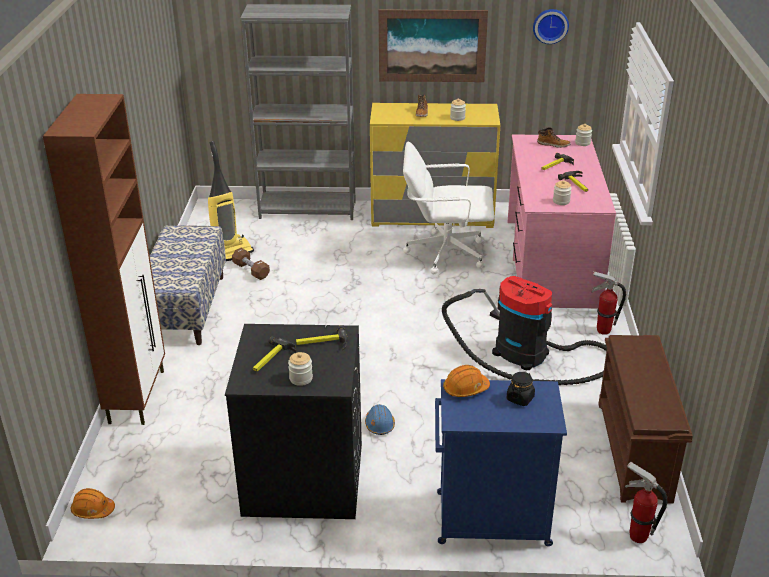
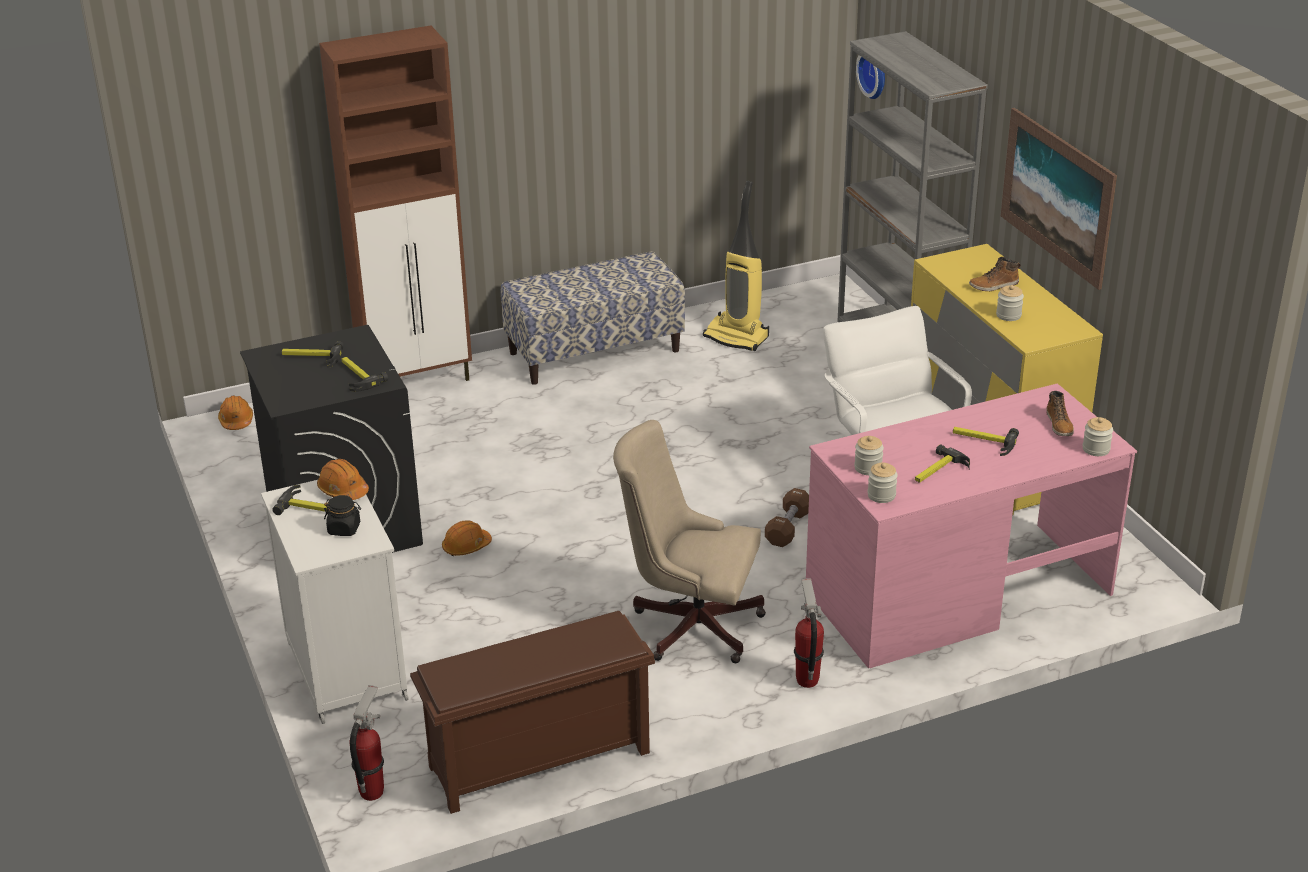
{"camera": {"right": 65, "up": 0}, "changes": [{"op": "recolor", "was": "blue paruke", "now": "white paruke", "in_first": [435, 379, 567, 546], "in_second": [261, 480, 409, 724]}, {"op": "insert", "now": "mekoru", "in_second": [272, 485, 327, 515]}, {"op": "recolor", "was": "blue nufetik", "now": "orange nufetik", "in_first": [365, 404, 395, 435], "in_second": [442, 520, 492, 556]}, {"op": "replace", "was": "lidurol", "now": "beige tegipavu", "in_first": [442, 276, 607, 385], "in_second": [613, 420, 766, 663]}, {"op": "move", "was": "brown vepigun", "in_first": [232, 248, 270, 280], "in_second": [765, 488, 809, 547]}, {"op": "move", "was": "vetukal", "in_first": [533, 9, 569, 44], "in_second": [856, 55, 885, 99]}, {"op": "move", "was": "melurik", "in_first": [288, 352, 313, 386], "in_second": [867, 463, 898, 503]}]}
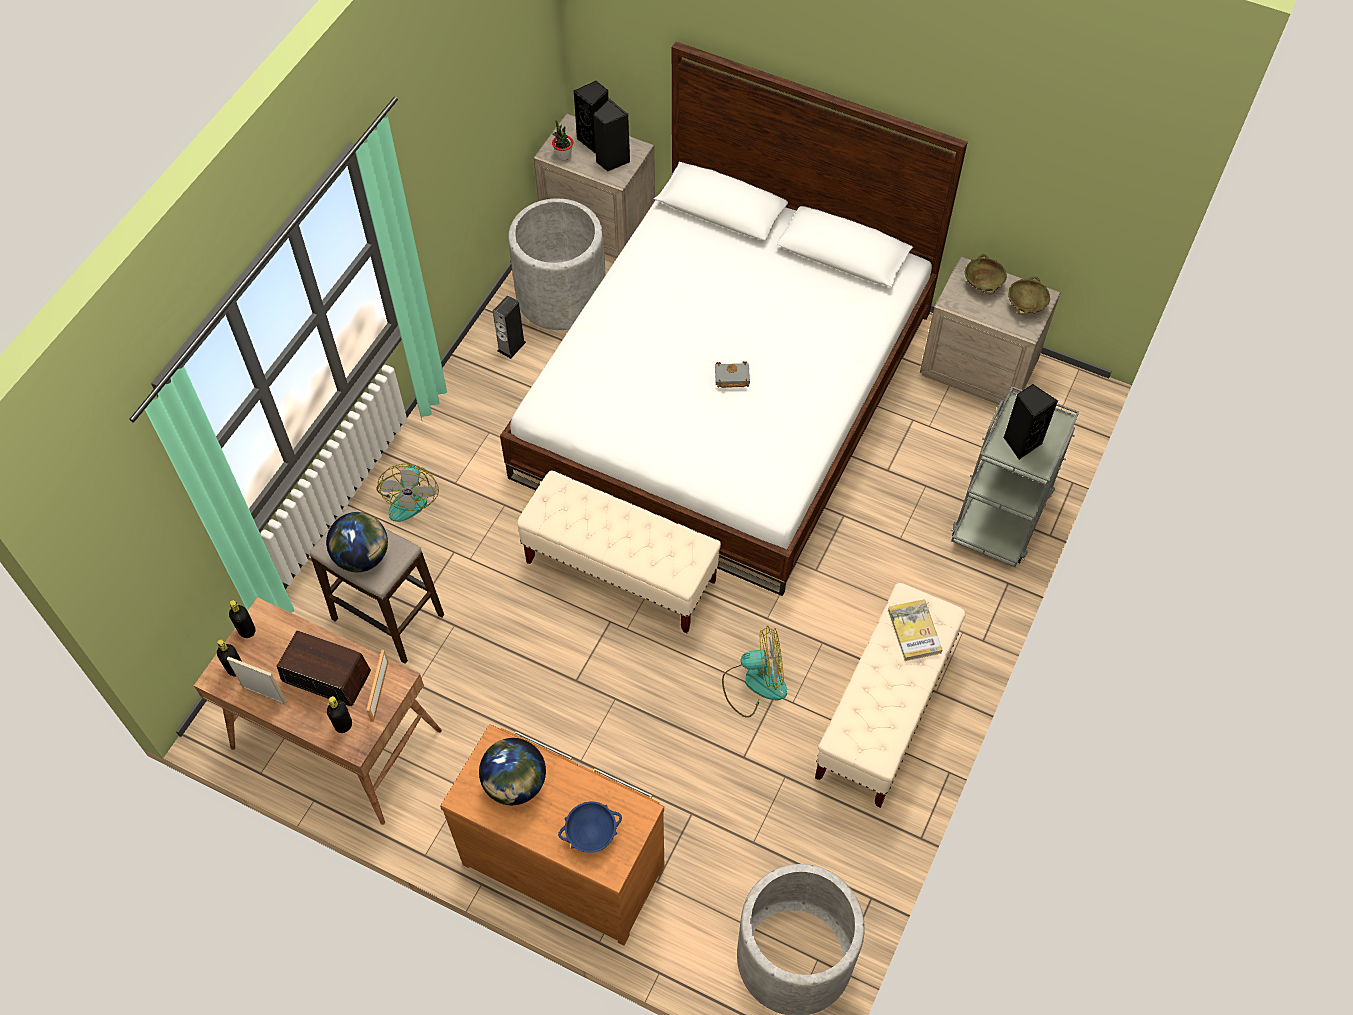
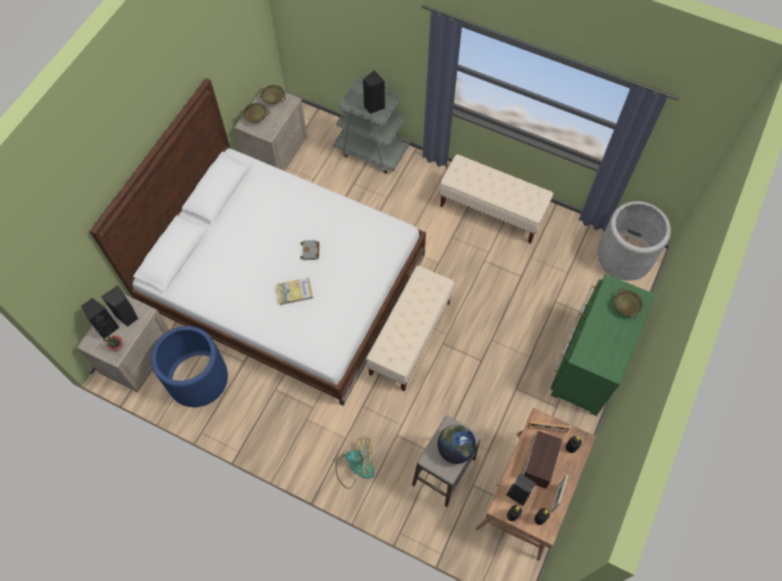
{"camera": {"right": -90, "up": 5}, "changes": [{"op": "recolor", "was": "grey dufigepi", "now": "blue dufigepi", "in_first": [508, 198, 606, 330], "in_second": [151, 326, 228, 407]}, {"op": "move", "was": "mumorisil", "in_first": [888, 599, 942, 661], "in_second": [276, 278, 313, 305]}, {"op": "move", "was": "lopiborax", "in_first": [493, 295, 526, 359], "in_second": [506, 473, 536, 506]}, {"op": "recolor", "was": "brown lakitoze", "now": "green lakitoze", "in_first": [440, 724, 664, 945], "in_second": [550, 274, 655, 416]}, {"op": "recolor", "was": "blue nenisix", "now": "beige nenisix", "in_first": [558, 801, 622, 853], "in_second": [614, 288, 643, 318]}, {"op": "delete", "was": "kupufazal", "in_first": [479, 738, 546, 805]}, {"op": "delete", "was": "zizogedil", "in_first": [722, 626, 787, 718]}]}
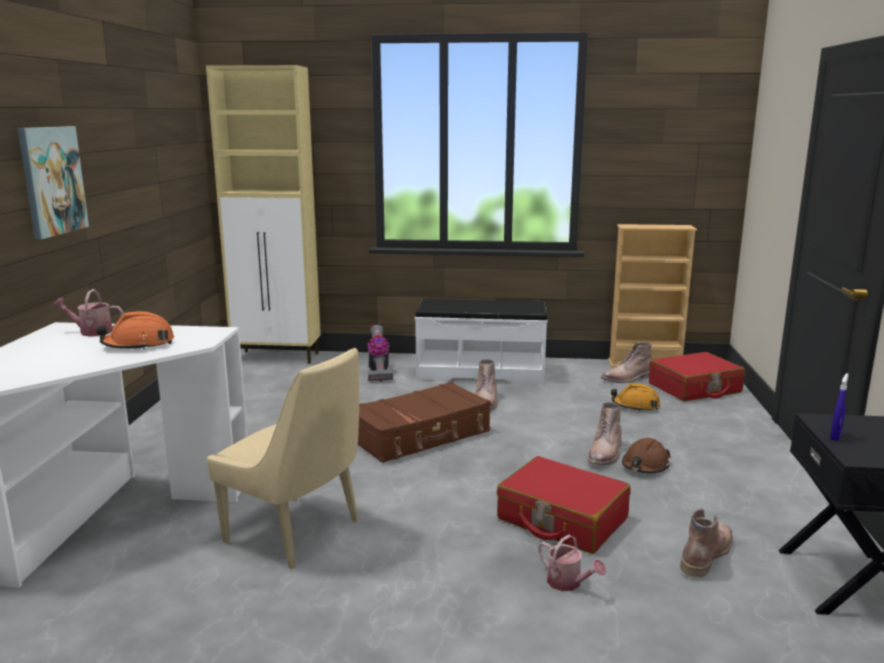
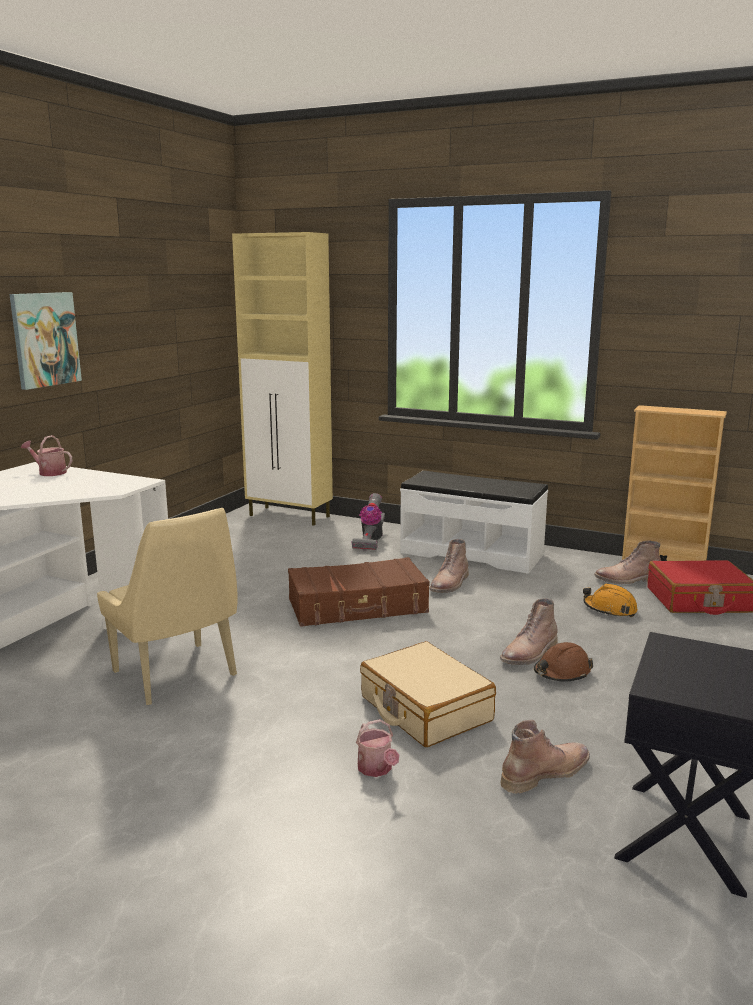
{"camera": {"right": 20, "up": 0}, "changes": [{"op": "recolor", "was": "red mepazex", "now": "beige mepazex", "in_first": [497, 456, 631, 554], "in_second": [360, 641, 496, 747]}, {"op": "delete", "was": "orange nufetik", "in_first": [96, 311, 174, 350]}, {"op": "delete", "was": "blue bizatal", "in_first": [830, 373, 848, 441]}]}
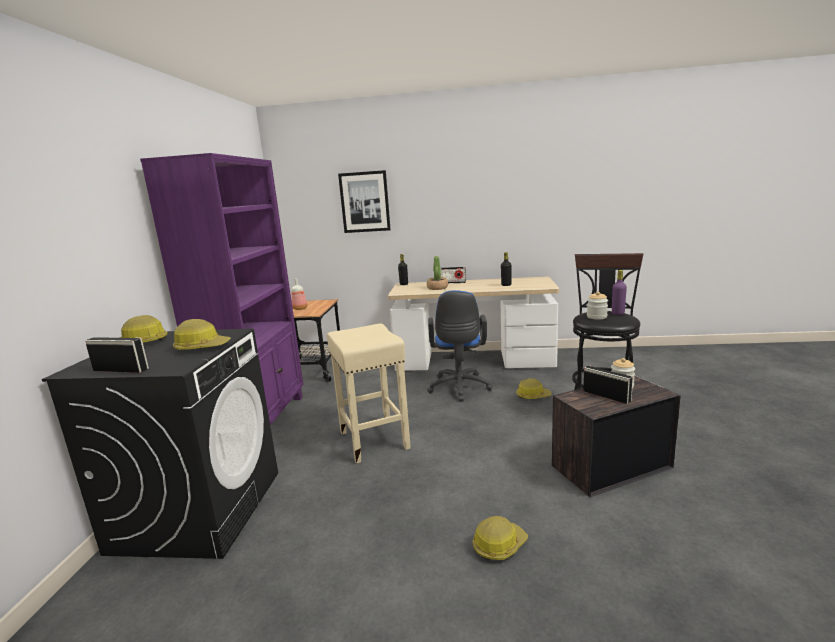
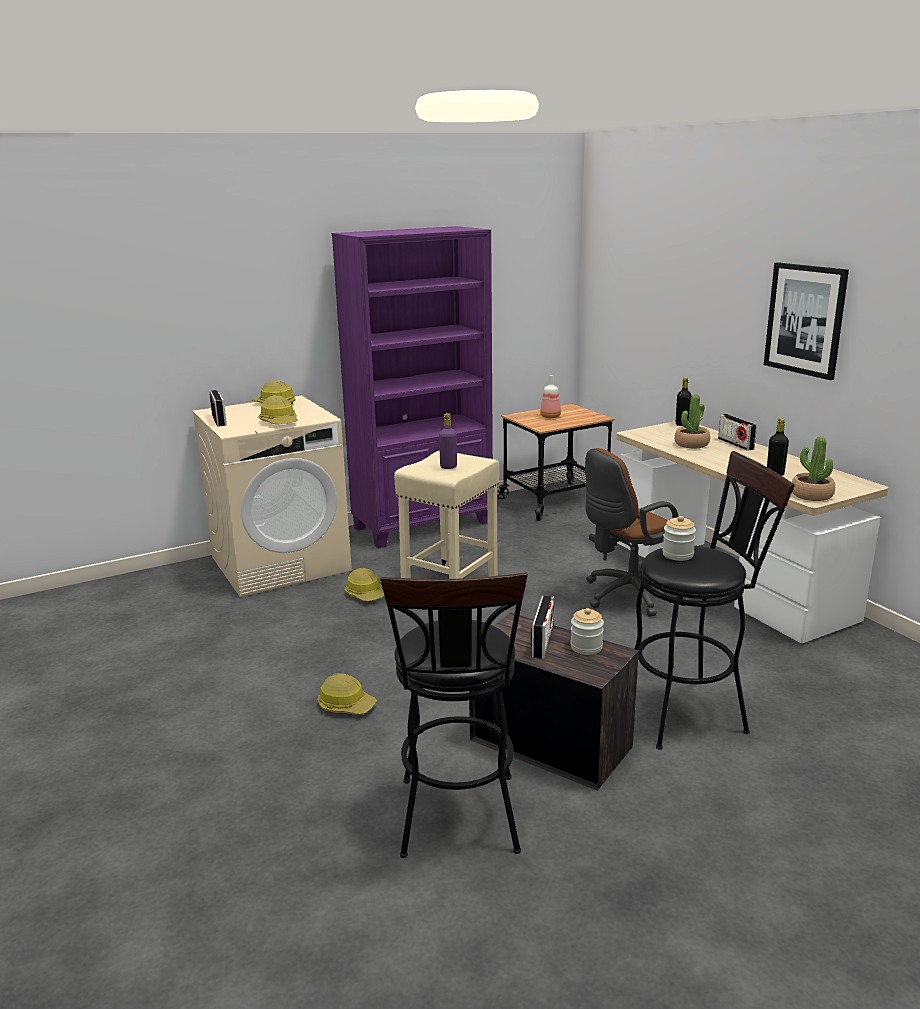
{"camera": {"right": 55, "up": 5}, "changes": [{"op": "recolor", "was": "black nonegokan", "now": "beige nonegokan", "in_first": [42, 328, 278, 559], "in_second": [192, 396, 352, 597]}, {"op": "move", "was": "nufetik", "in_first": [516, 378, 552, 399], "in_second": [345, 568, 384, 601]}, {"op": "insert", "now": "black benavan", "in_second": [380, 573, 528, 858]}, {"op": "move", "was": "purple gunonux", "in_first": [612, 270, 627, 315], "in_second": [439, 413, 457, 469]}, {"op": "recolor", "was": "blue tegipavu", "now": "brown tegipavu", "in_first": [427, 290, 493, 402], "in_second": [585, 448, 678, 617]}, {"op": "move", "was": "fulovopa", "in_first": [338, 170, 391, 233], "in_second": [764, 262, 849, 380]}, {"op": "insert", "now": "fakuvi", "in_second": [792, 436, 835, 501]}]}
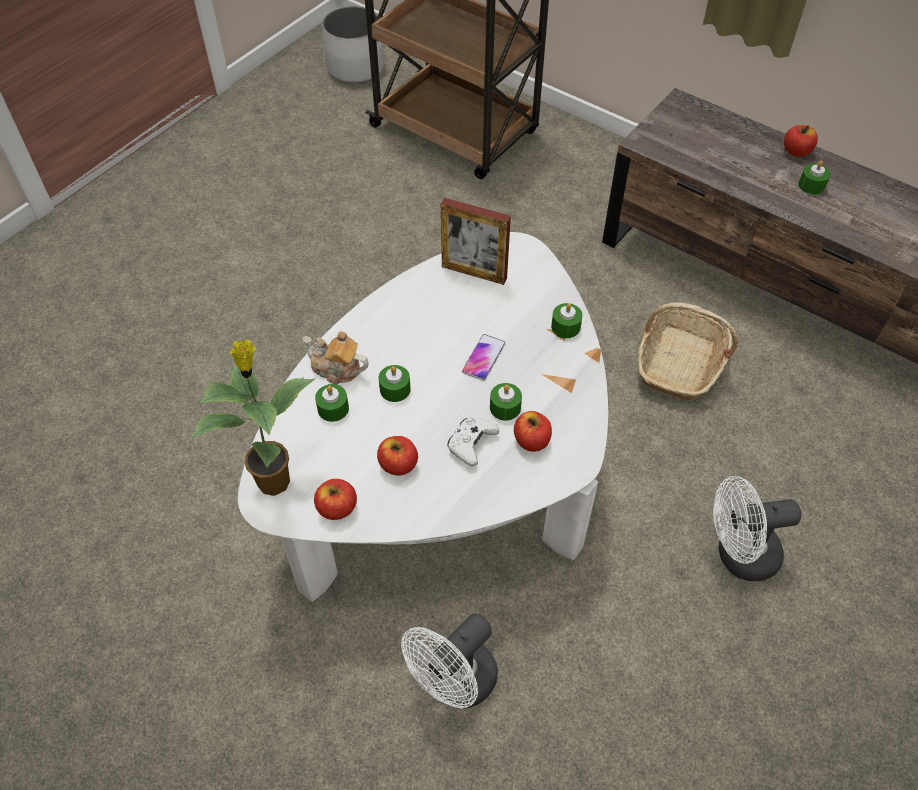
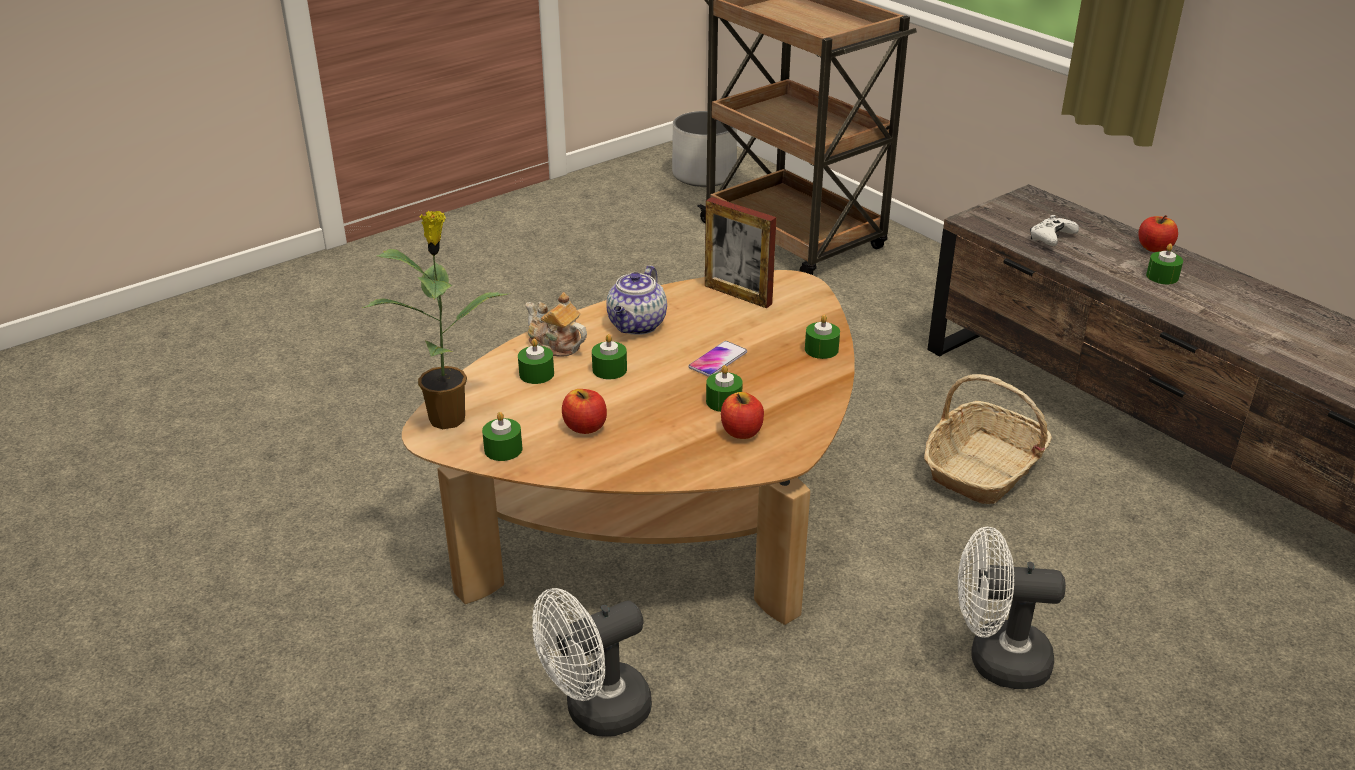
{"camera": {"right": 15, "up": -20}, "changes": [{"op": "recolor", "was": "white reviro", "now": "brown reviro", "in_first": [238, 232, 608, 602], "in_second": [402, 270, 855, 625]}, {"op": "replace", "was": "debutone", "now": "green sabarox", "in_first": [314, 479, 357, 520], "in_second": [482, 412, 522, 461]}, {"op": "insert", "now": "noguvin", "in_second": [606, 266, 667, 335]}, {"op": "move", "was": "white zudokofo", "in_first": [447, 417, 499, 466], "in_second": [1030, 215, 1079, 246]}]}
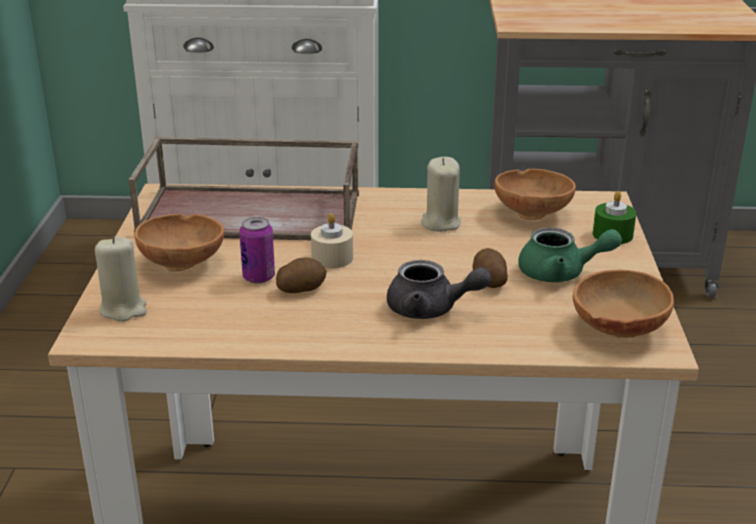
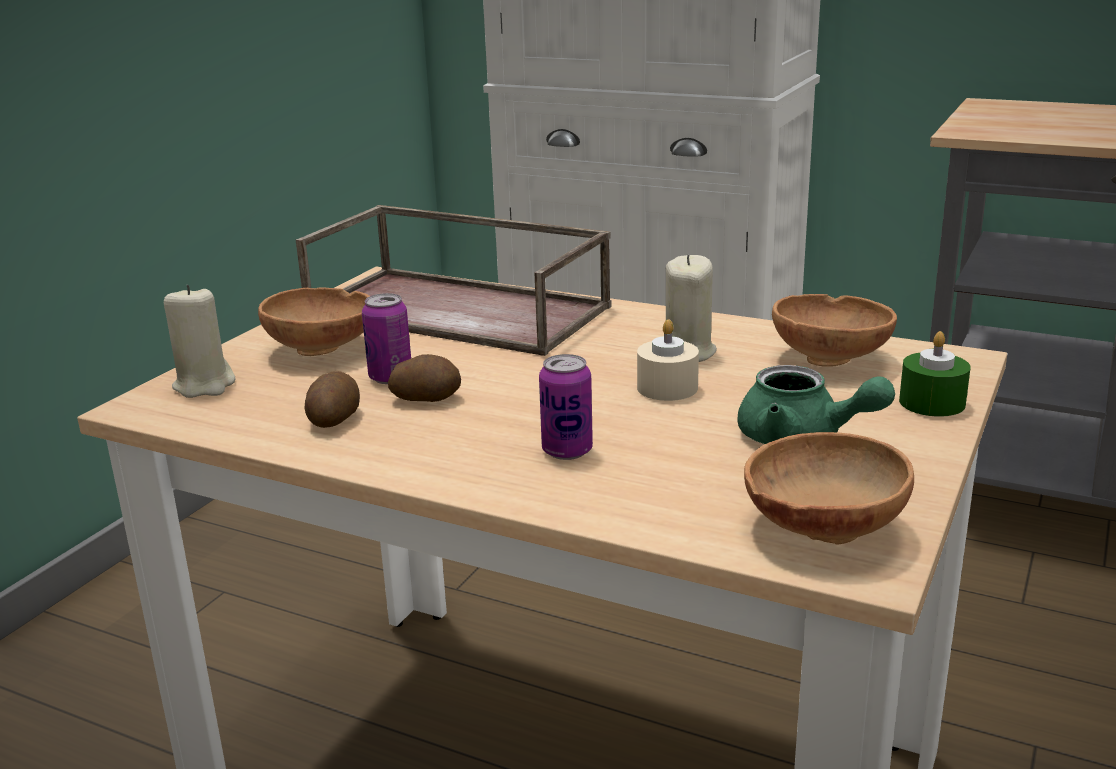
{"camera": {"right": 25, "up": -5}, "changes": [{"op": "move", "was": "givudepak", "in_first": [472, 248, 508, 288], "in_second": [305, 371, 360, 428]}, {"op": "replace", "was": "grey noguvin", "now": "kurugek", "in_first": [387, 260, 492, 319], "in_second": [539, 354, 593, 460]}, {"op": "move", "was": "beige sabarox", "in_first": [311, 213, 353, 268], "in_second": [637, 319, 699, 401]}]}
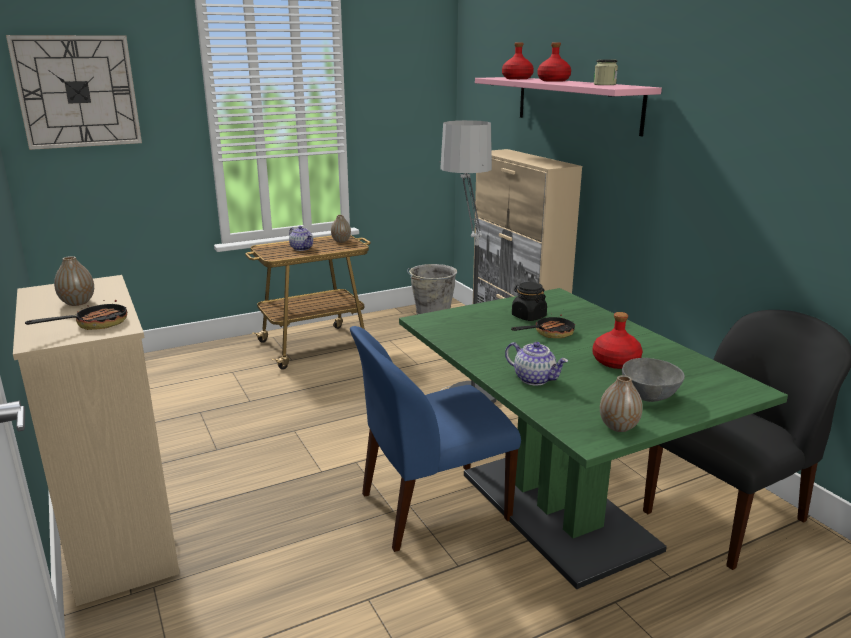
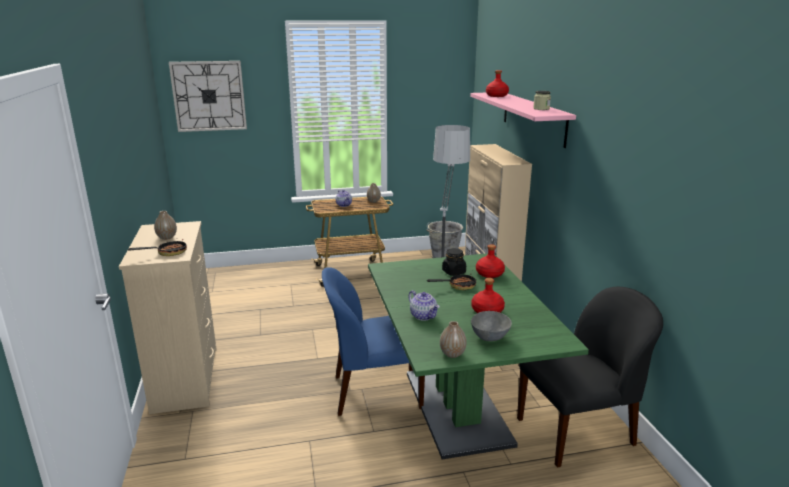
{"camera": {"right": 15, "up": 0}, "changes": [{"op": "move", "was": "red gunonux", "in_first": [537, 42, 571, 82], "in_second": [476, 244, 505, 278]}]}
